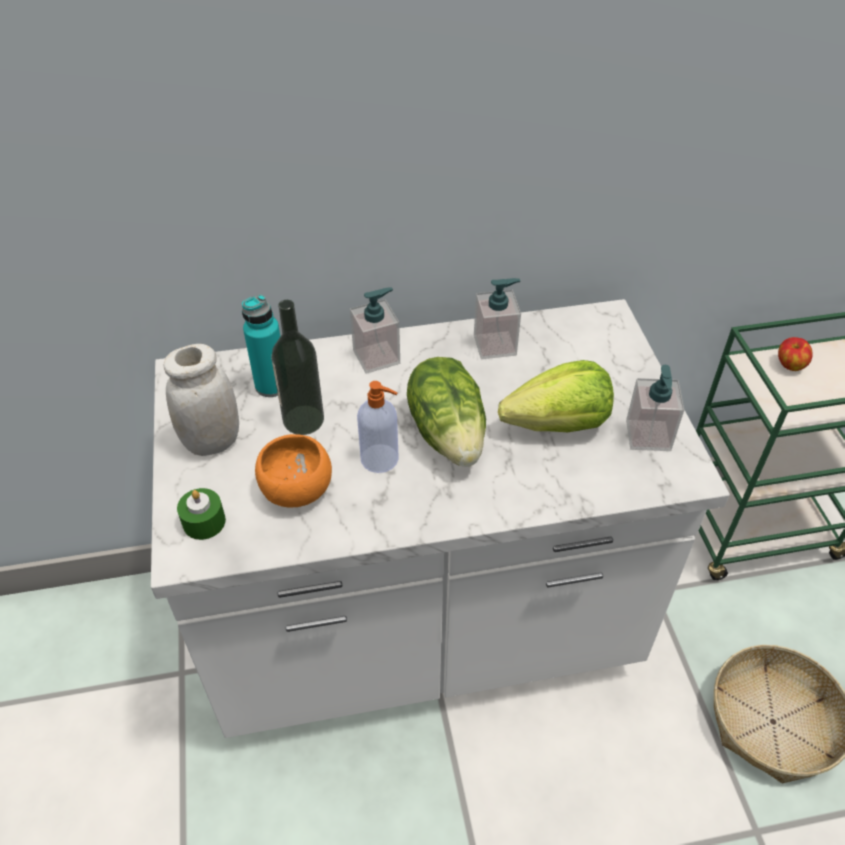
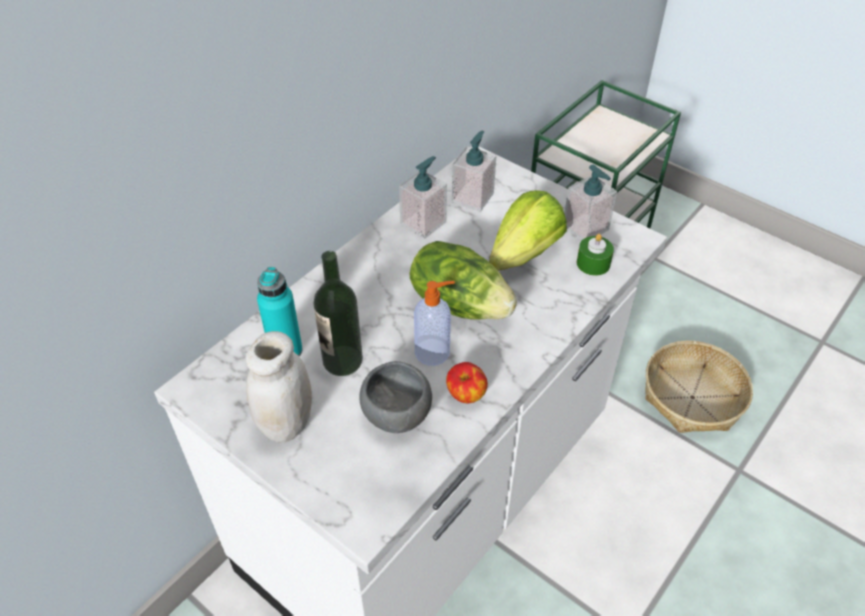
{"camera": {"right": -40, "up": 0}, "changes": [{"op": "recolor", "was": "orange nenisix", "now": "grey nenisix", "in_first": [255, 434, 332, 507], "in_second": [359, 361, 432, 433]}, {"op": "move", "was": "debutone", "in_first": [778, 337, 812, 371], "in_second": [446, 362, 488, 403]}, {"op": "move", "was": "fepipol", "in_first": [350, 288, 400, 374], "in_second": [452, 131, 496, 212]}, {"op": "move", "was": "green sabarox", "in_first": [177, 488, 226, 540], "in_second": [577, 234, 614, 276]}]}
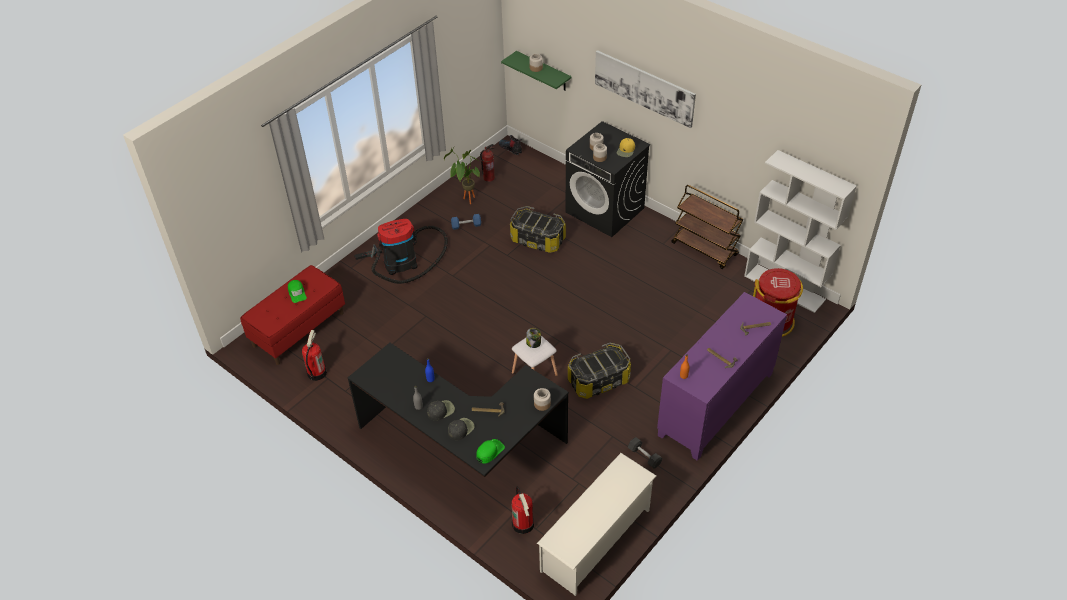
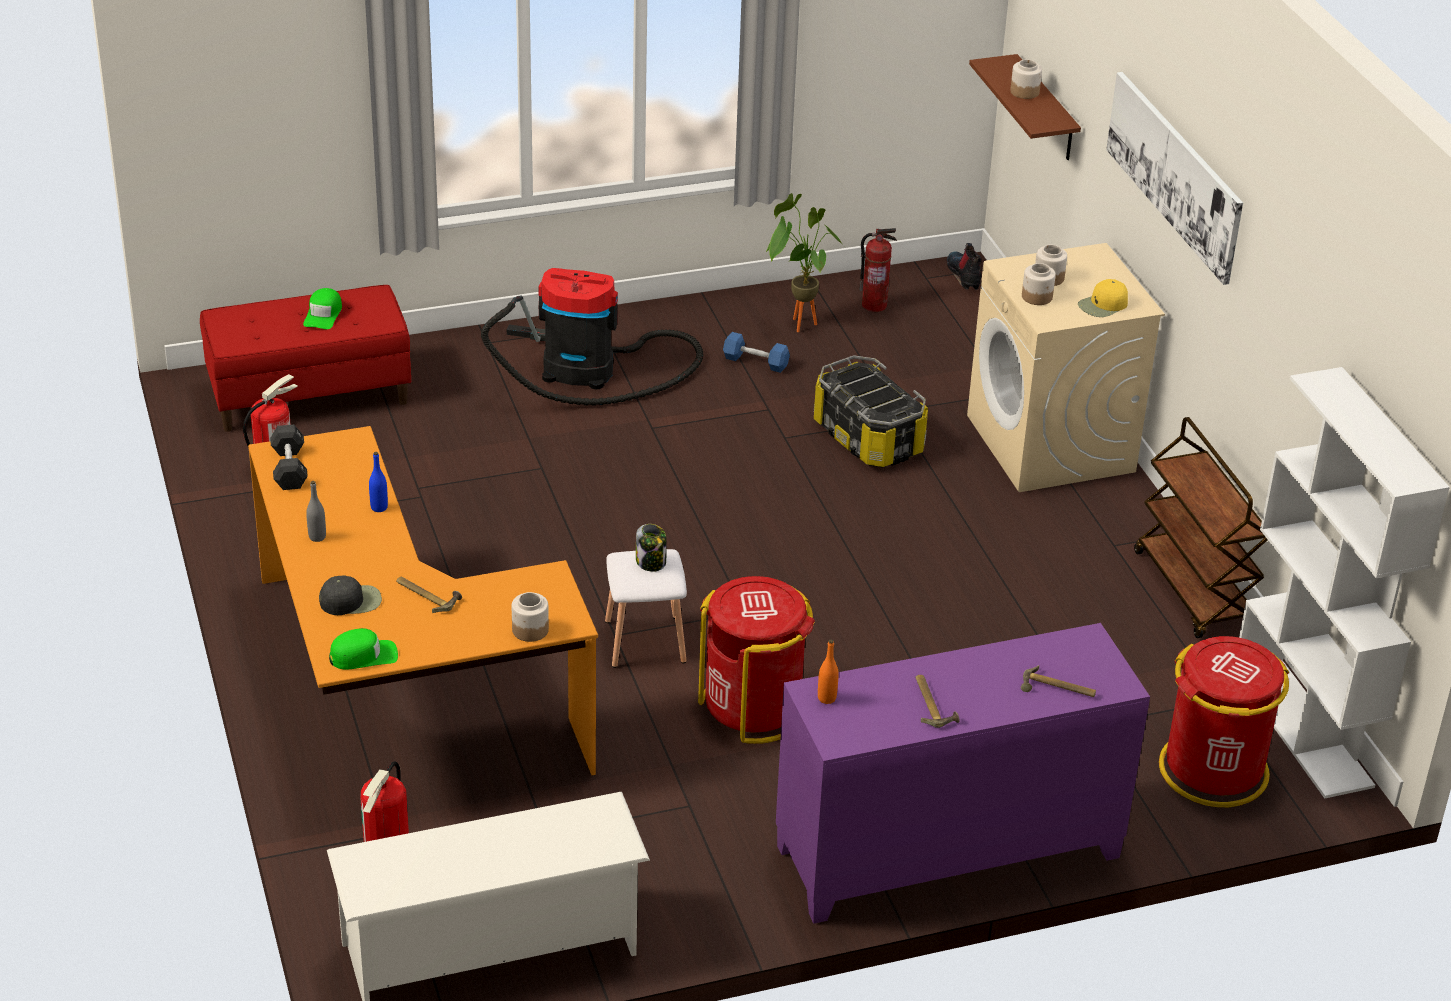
{"camera": {"right": 30, "up": -10}, "changes": [{"op": "recolor", "was": "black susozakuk", "now": "orange susozakuk", "in_first": [348, 343, 569, 477], "in_second": [248, 426, 598, 775]}, {"op": "move", "was": "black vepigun", "in_first": [628, 437, 662, 469], "in_second": [270, 425, 308, 490]}, {"op": "replace", "was": "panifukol", "now": "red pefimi", "in_first": [568, 343, 631, 399], "in_second": [698, 576, 815, 744]}, {"op": "recolor", "was": "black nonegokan", "now": "beige nonegokan", "in_first": [566, 121, 650, 237], "in_second": [967, 243, 1165, 492]}, {"op": "recolor", "was": "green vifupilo", "now": "brown vifupilo", "in_first": [501, 51, 572, 91], "in_second": [969, 54, 1081, 160]}, {"op": "delete", "was": "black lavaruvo", "in_first": [427, 400, 455, 421]}]}
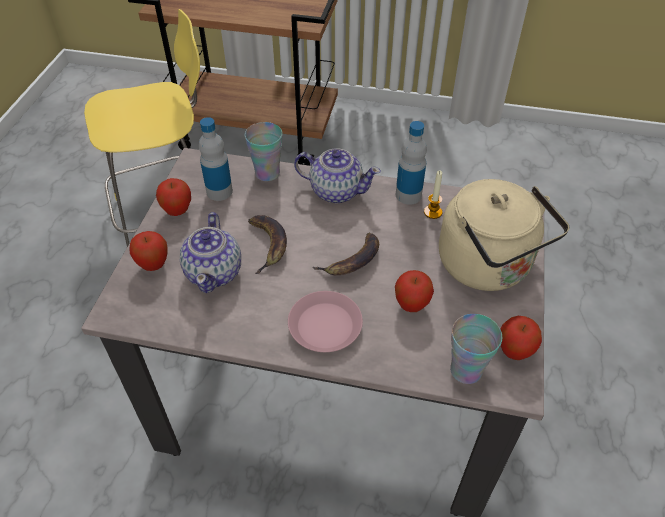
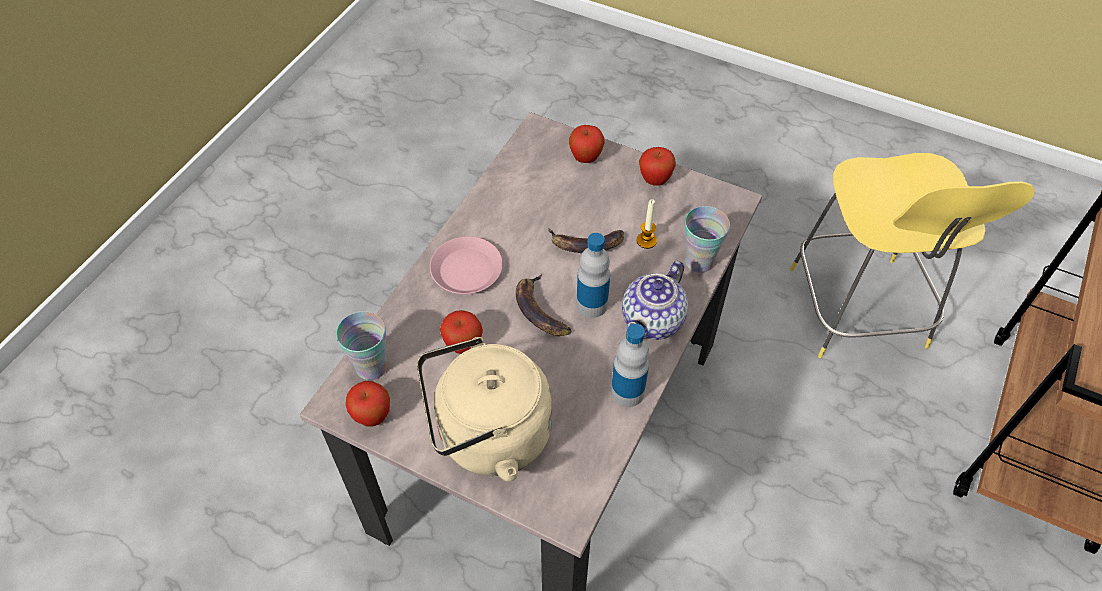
{"camera": {"right": 105, "up": 5}, "changes": [{"op": "move", "was": "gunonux", "in_first": [199, 117, 233, 201], "in_second": [576, 233, 610, 318]}, {"op": "move", "was": "sabarox", "in_first": [424, 170, 442, 219], "in_second": [637, 199, 657, 249]}, {"op": "delete", "was": "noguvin", "in_first": [180, 212, 241, 293]}]}
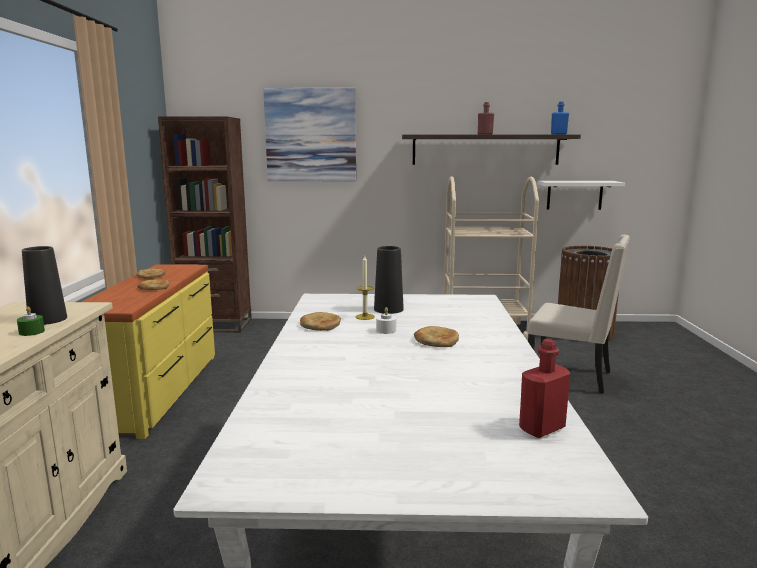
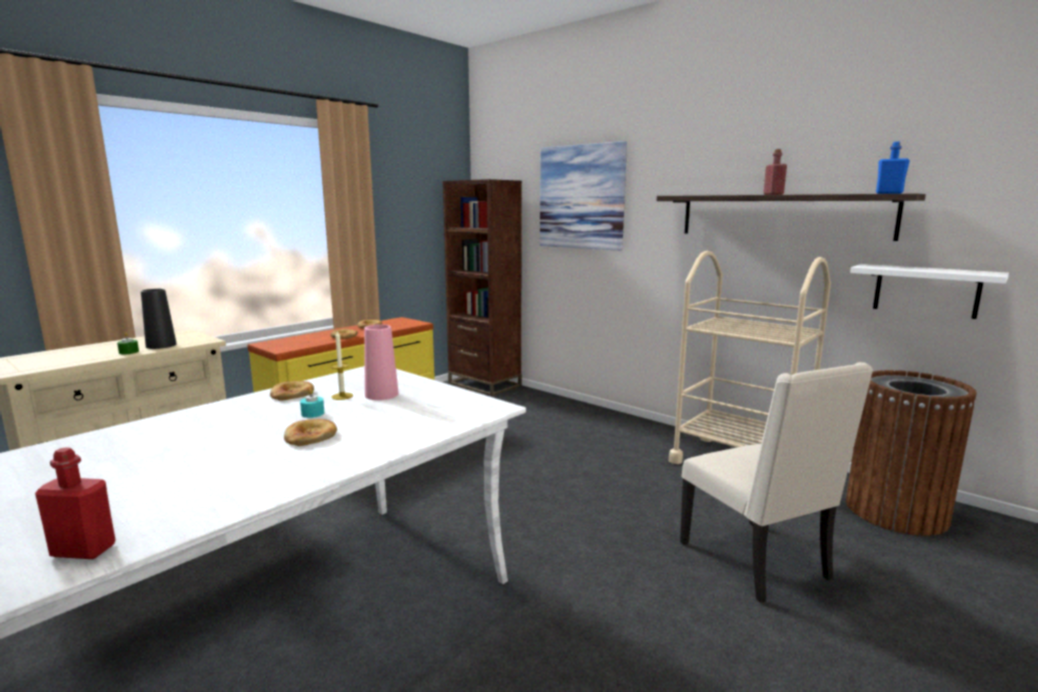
{"camera": {"right": 40, "up": 0}, "changes": [{"op": "recolor", "was": "white sabarox", "now": "turquoise sabarox", "in_first": [376, 307, 396, 334], "in_second": [300, 389, 324, 418]}, {"op": "recolor", "was": "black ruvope", "now": "pink ruvope", "in_first": [374, 246, 404, 314], "in_second": [364, 324, 399, 400]}]}
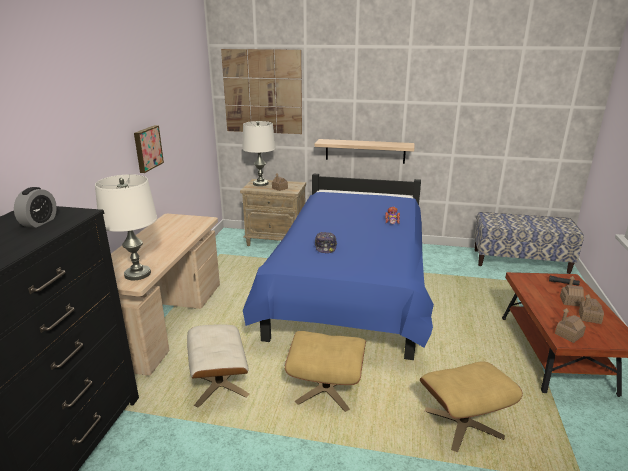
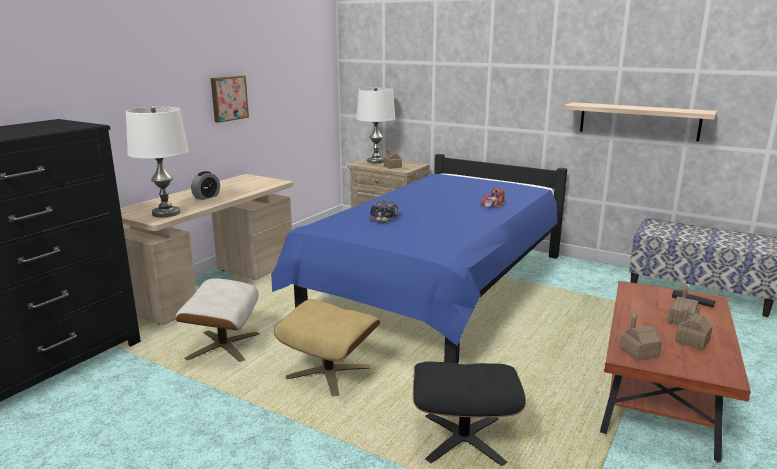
{"camera": {"right": 20, "up": -5}, "changes": [{"op": "move", "was": "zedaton", "in_first": [14, 187, 57, 228], "in_second": [191, 171, 220, 200]}, {"op": "recolor", "was": "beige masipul", "now": "black masipul", "in_first": [420, 362, 523, 452], "in_second": [413, 362, 526, 466]}, {"op": "move", "was": "vifupilo", "in_first": [315, 139, 414, 164], "in_second": [564, 102, 718, 141]}, {"op": "delete", "was": "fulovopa", "in_first": [221, 49, 302, 134]}]}
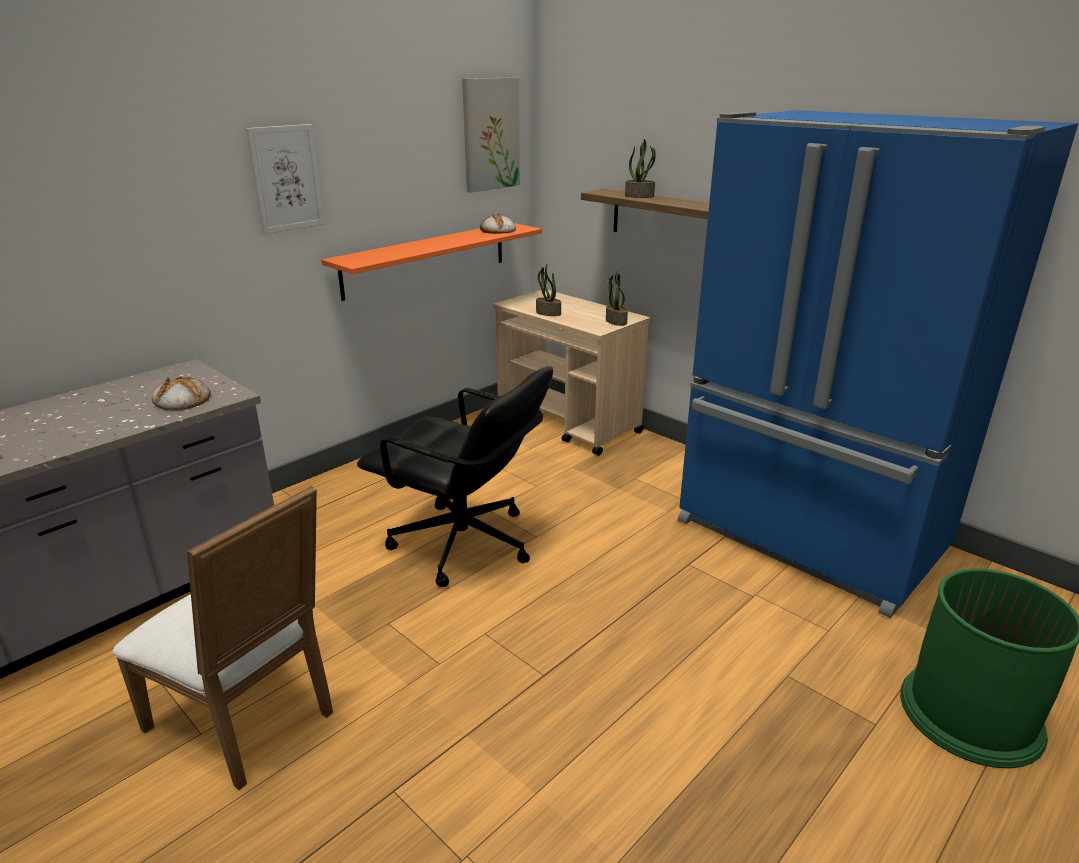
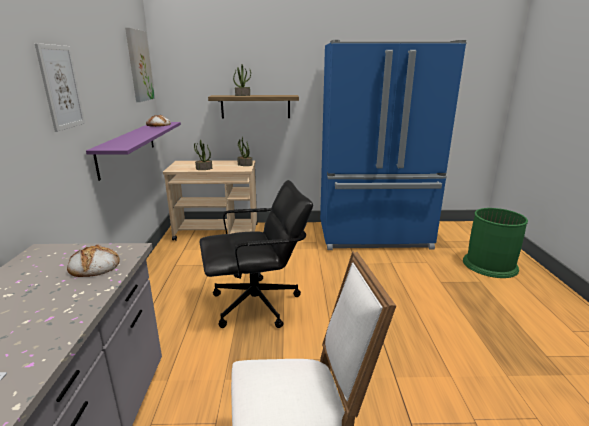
{"camera": {"right": -45, "up": -5}, "changes": [{"op": "recolor", "was": "orange vifupilo", "now": "purple vifupilo", "in_first": [321, 223, 542, 301], "in_second": [86, 122, 181, 181]}]}
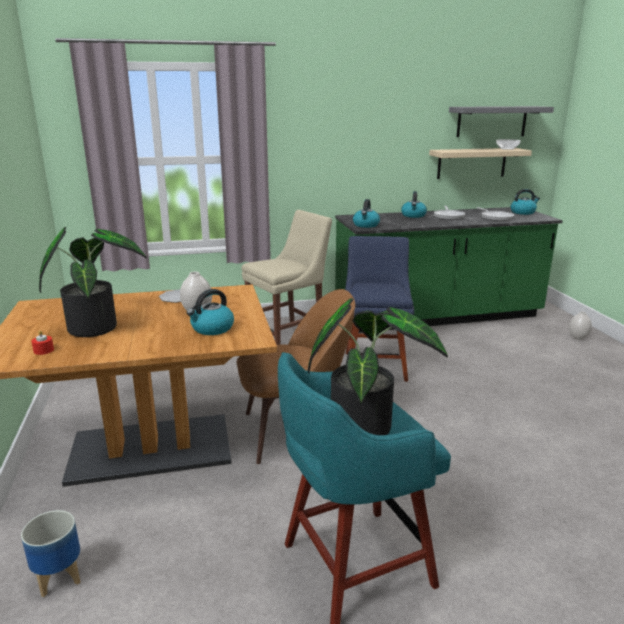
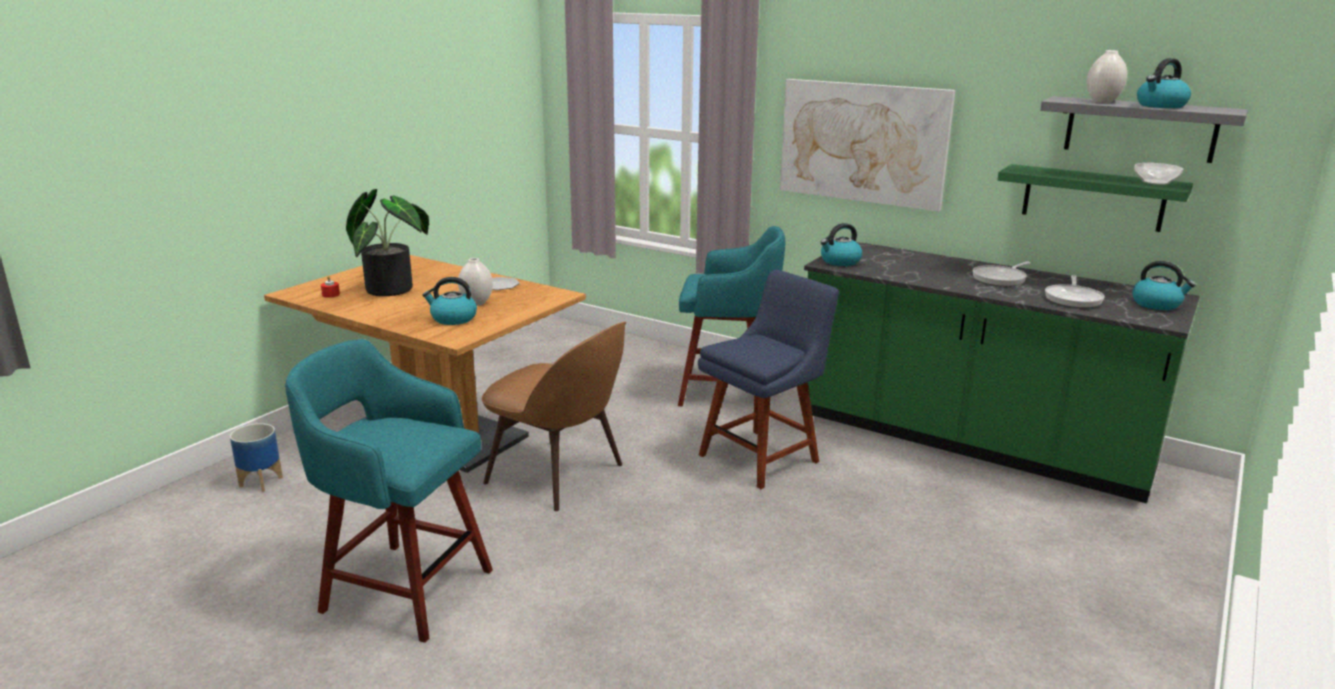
{"camera": {"right": 45, "up": 0}, "changes": [{"op": "replace", "was": "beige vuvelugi", "now": "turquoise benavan", "in_first": [242, 210, 332, 345], "in_second": [678, 226, 785, 406]}, {"op": "insert", "now": "fulovopa", "in_second": [780, 79, 955, 211]}, {"op": "recolor", "was": "beige vifupilo", "now": "green vifupilo", "in_first": [429, 148, 532, 179], "in_second": [997, 164, 1193, 232]}, {"op": "move", "was": "white ruvope", "in_first": [569, 311, 592, 340], "in_second": [1087, 50, 1127, 103]}, {"op": "move", "was": "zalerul", "in_first": [401, 191, 427, 218], "in_second": [1137, 58, 1191, 108]}, {"op": "delete", "was": "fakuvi", "in_first": [308, 298, 448, 435]}]}
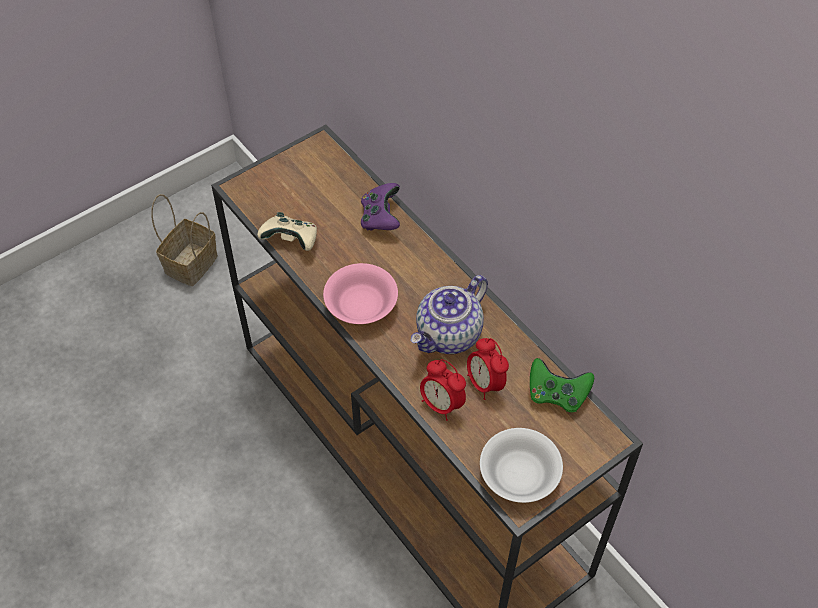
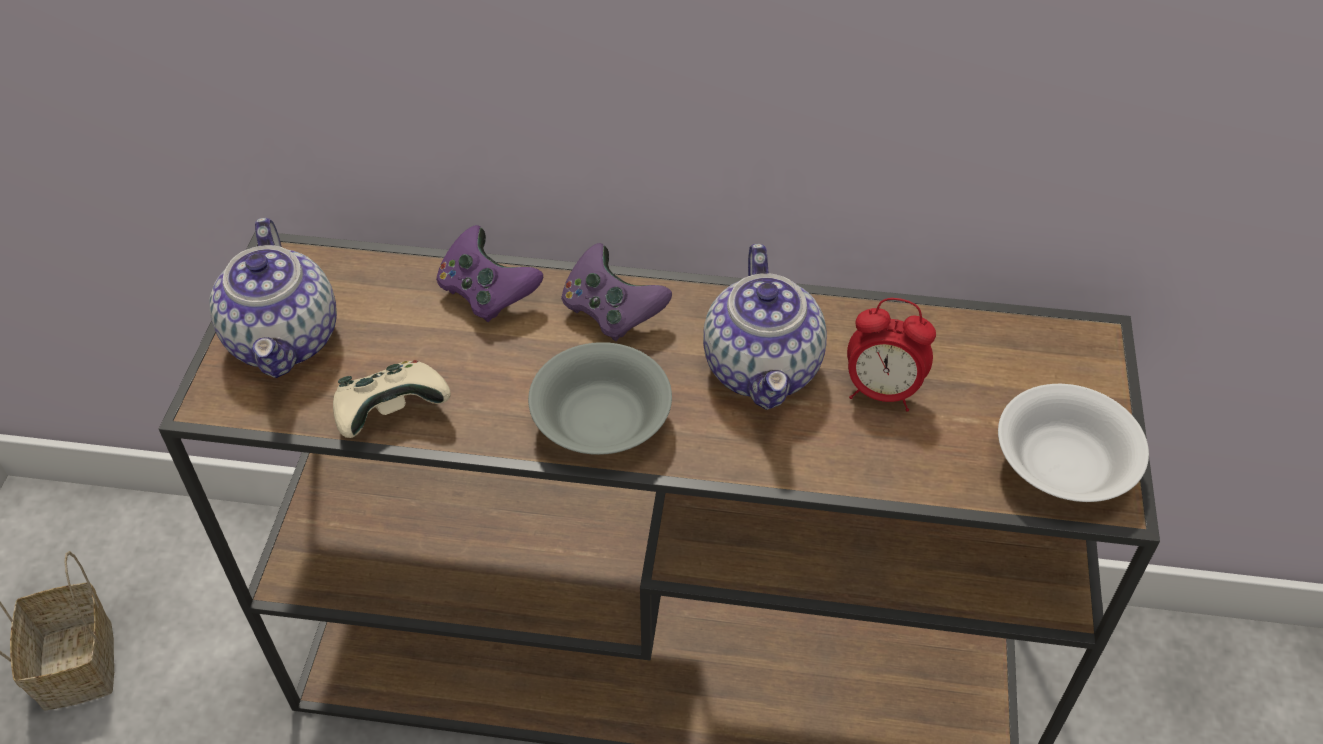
{"camera": {"right": -45, "up": -5}, "changes": [{"op": "insert", "now": "noguvin", "in_second": [210, 218, 337, 378]}, {"op": "recolor", "was": "pink nenisix", "now": "grey nenisix", "in_first": [323, 263, 398, 324], "in_second": [528, 342, 672, 455]}, {"op": "insert", "now": "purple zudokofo", "in_second": [561, 243, 672, 341]}, {"op": "delete", "was": "zedaton", "in_first": [420, 359, 466, 421]}, {"op": "delete", "was": "green zudokofo", "in_first": [530, 358, 594, 412]}]}
